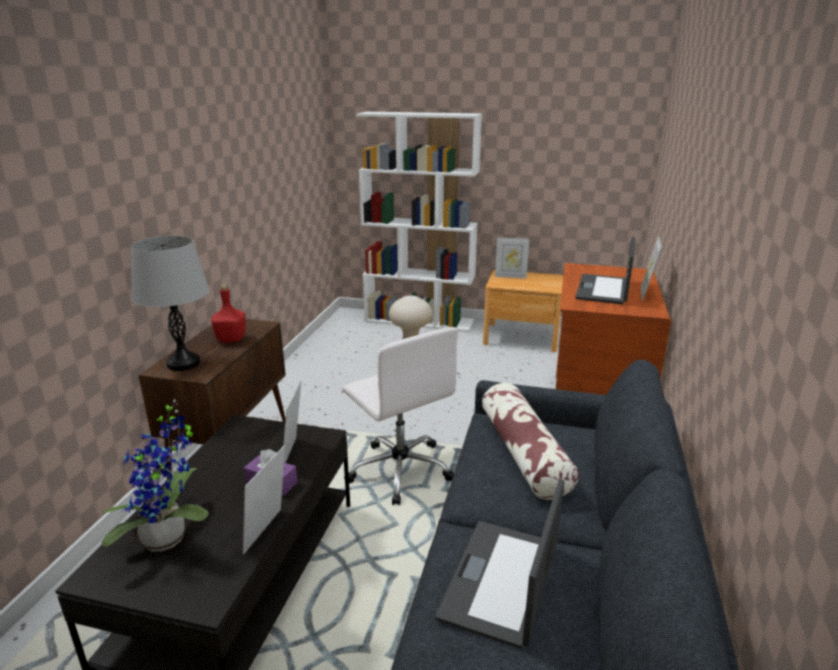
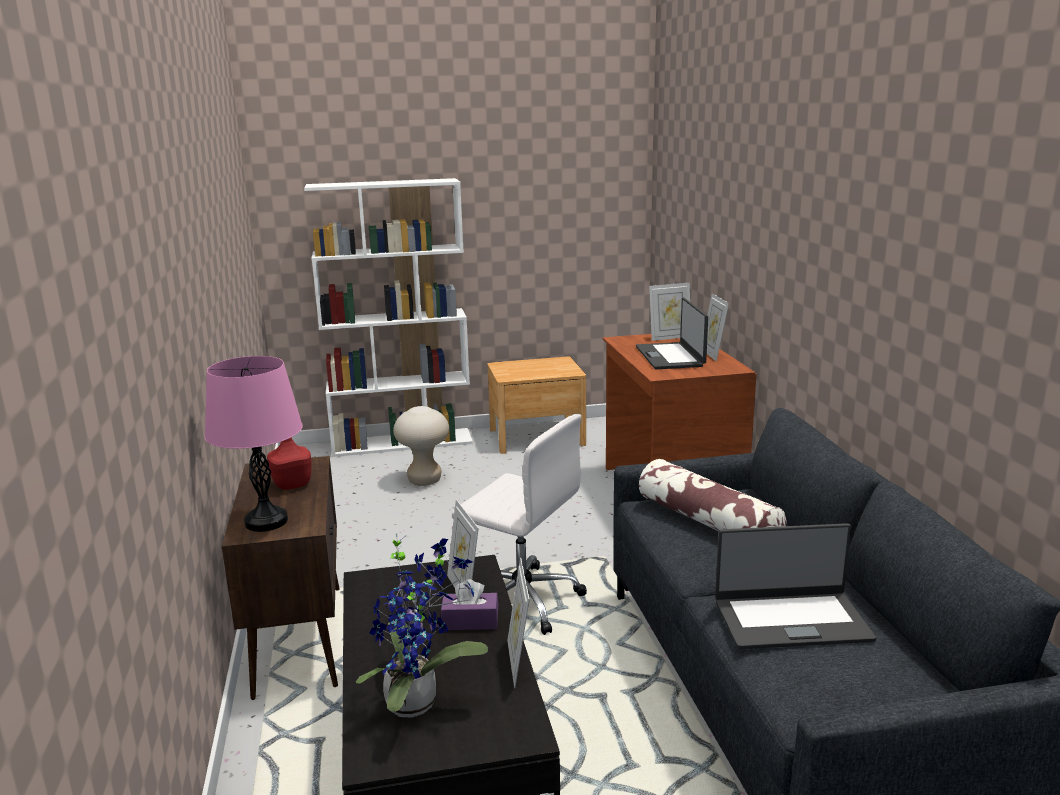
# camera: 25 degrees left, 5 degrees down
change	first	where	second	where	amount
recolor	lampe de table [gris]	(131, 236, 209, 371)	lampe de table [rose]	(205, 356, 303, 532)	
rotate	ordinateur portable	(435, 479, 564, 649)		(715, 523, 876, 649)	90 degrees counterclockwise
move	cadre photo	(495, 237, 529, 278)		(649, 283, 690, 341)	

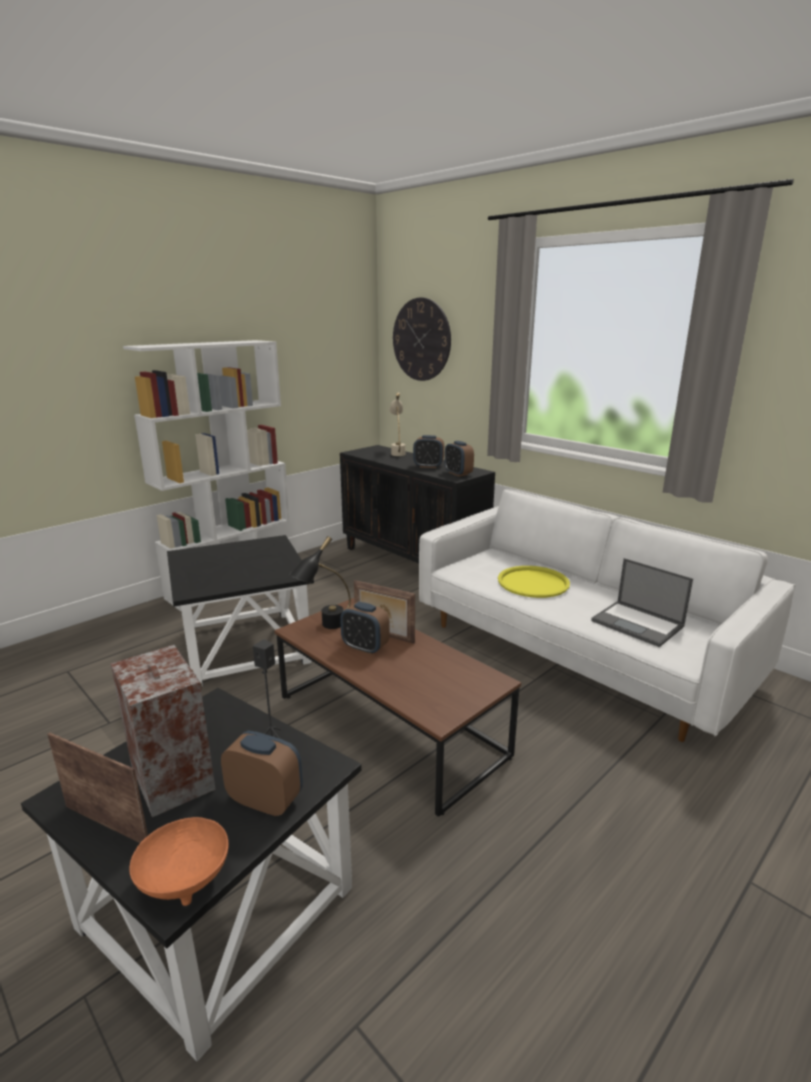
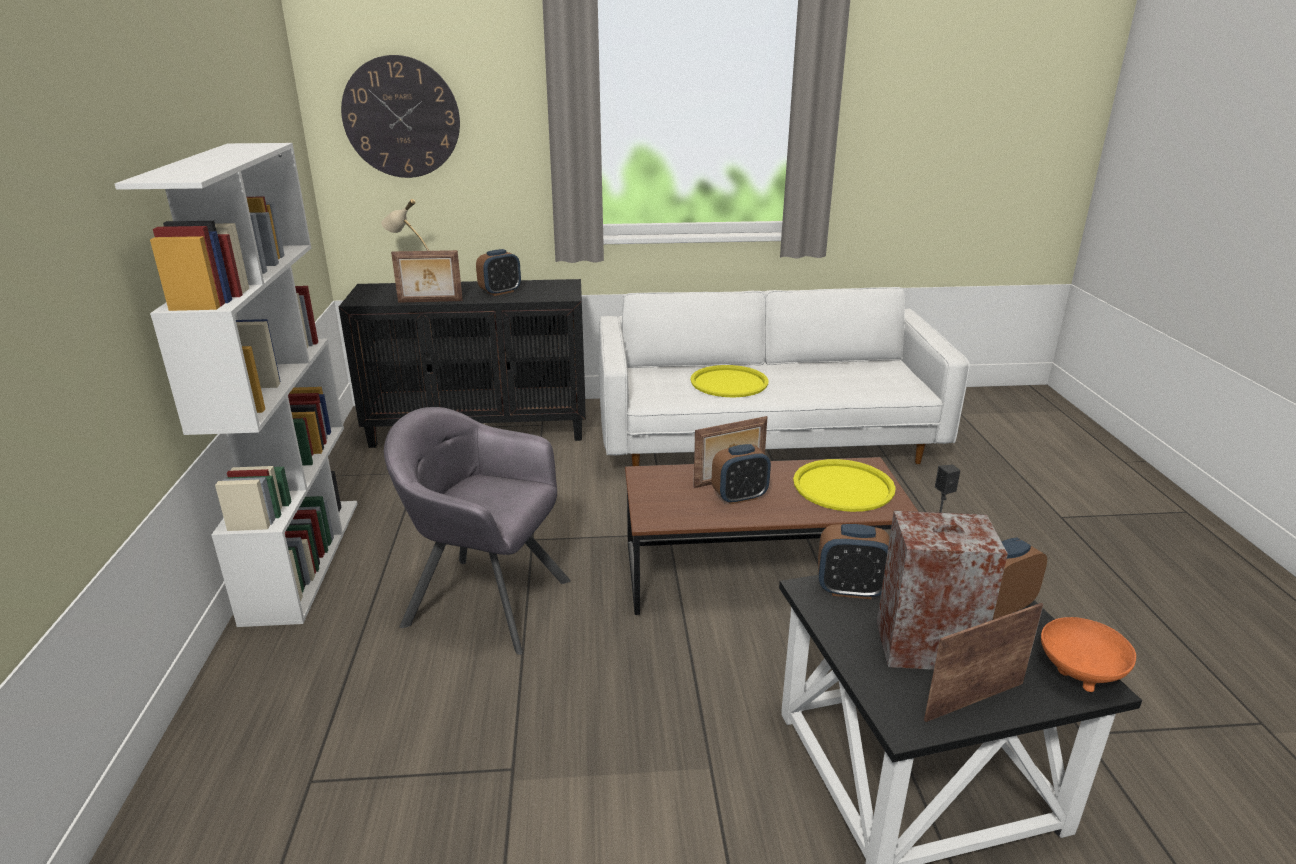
# camera: 50 degrees left, 5 degrees up
change	first	where	second	where	amount
replace	table d'appoint [noir]	(167, 535, 314, 686)	fauteuil [gris]	(384, 407, 571, 655)	
delete	lampe de table [noir]	(289, 536, 351, 629)			
move	réveil	(445, 441, 474, 476)		(818, 524, 890, 599)	
delete	ordinateur portable	(591, 558, 693, 647)			
insert			cadre photo	(391, 250, 463, 303)	
insert			plateau [jaune]	(793, 459, 896, 512)	

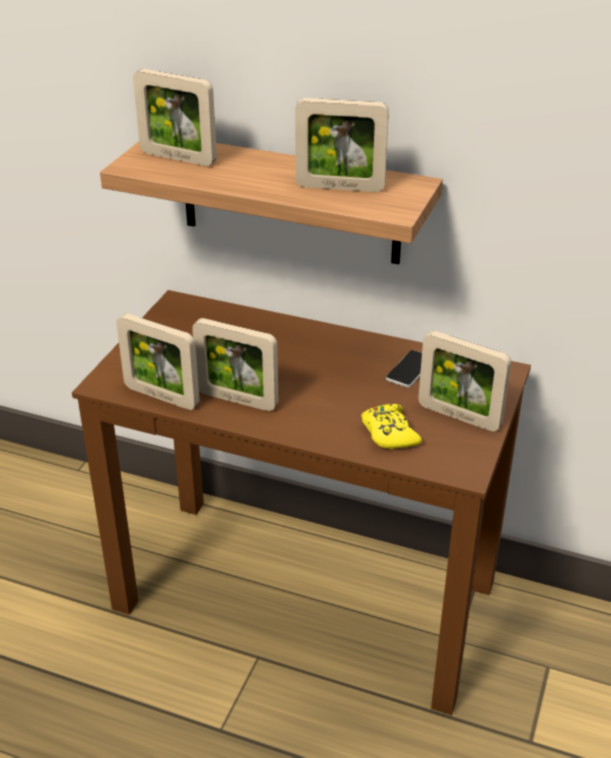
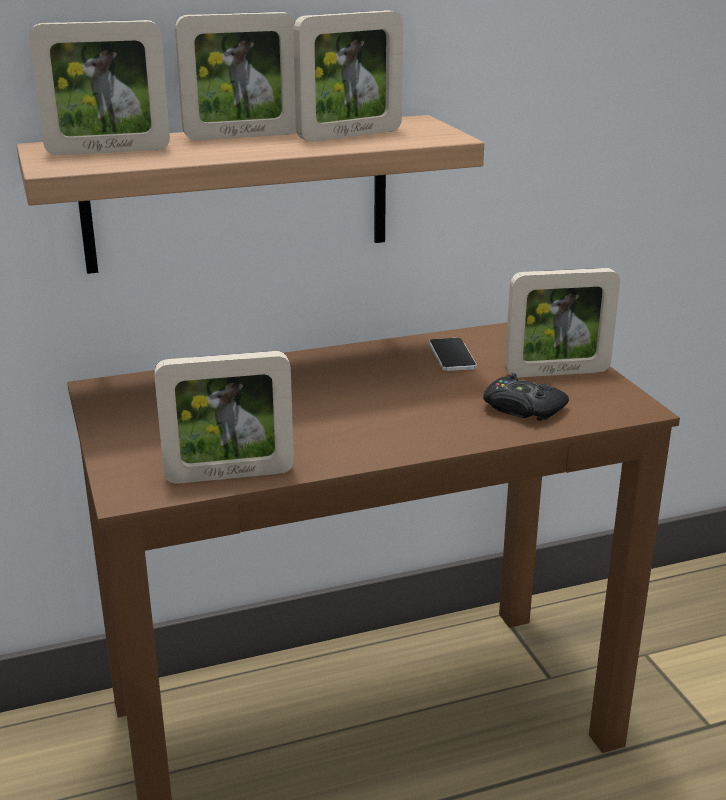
# camera: 40 degrees left, 10 degrees down
change	first	where	second	where	amount
move	cadre photo	(192, 318, 278, 411)		(175, 12, 296, 141)	
recolor	manette [jaune]	(361, 404, 422, 449)	manette [noir]	(483, 373, 569, 421)	

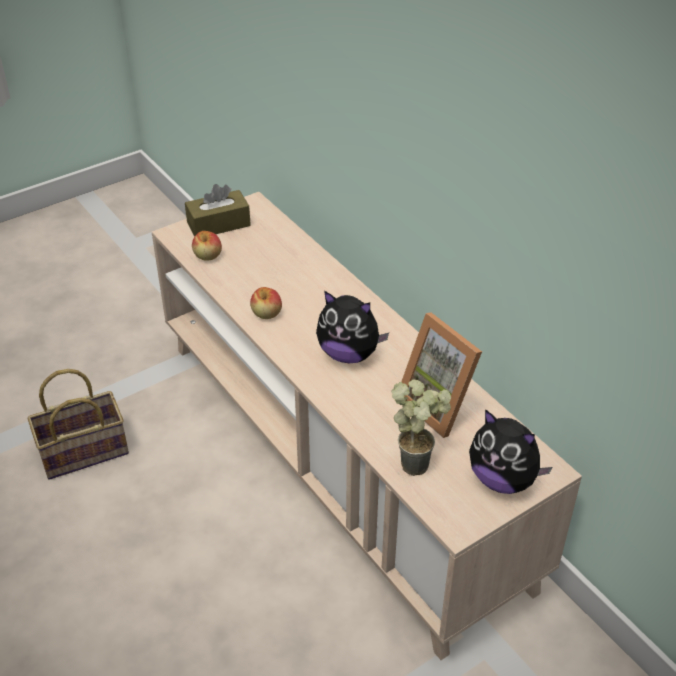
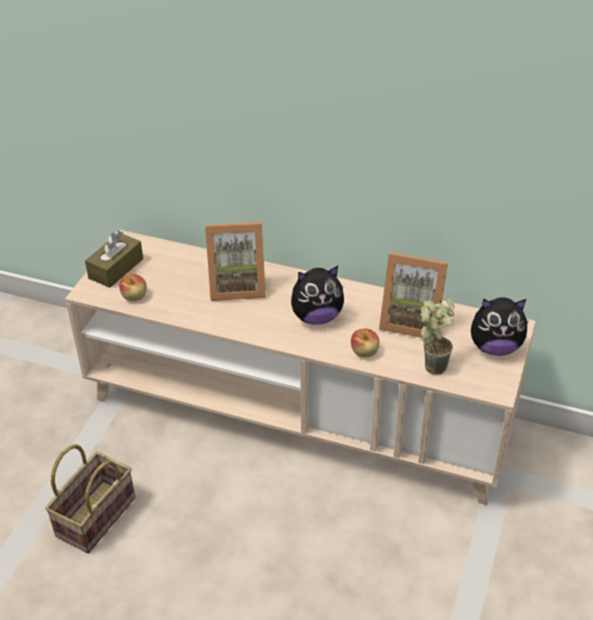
# camera: 35 degrees left, 0 degrees up
change	first	where	second	where	amount
move	pomme	(250, 287, 282, 319)		(351, 329, 379, 357)	
insert			cadre photo	(205, 222, 266, 301)	

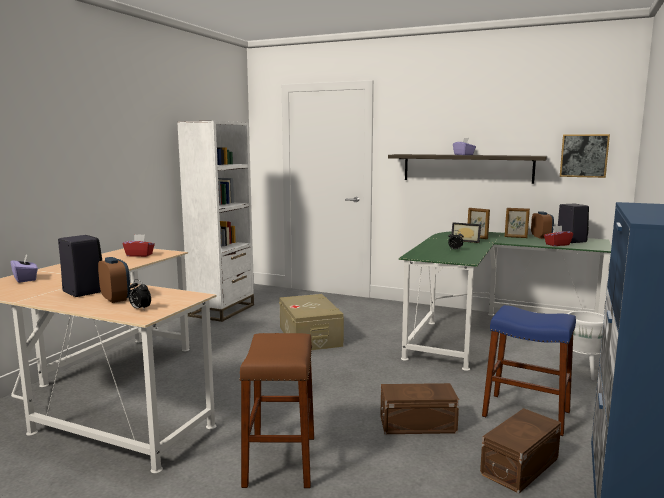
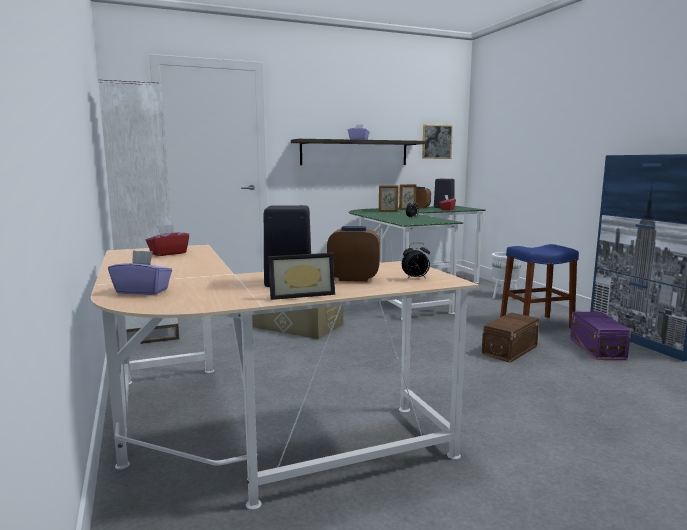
# camera: 45 degrees left, 0 degrees up
change	first	where	second	where	amount
delete	tabouret [marron]	(239, 333, 314, 488)			
move	cadre photo	(452, 222, 481, 243)		(268, 253, 335, 300)	
recolor	boîte de rangement [marron]	(480, 408, 561, 493)	boîte de rangement [violet]	(570, 312, 631, 360)	

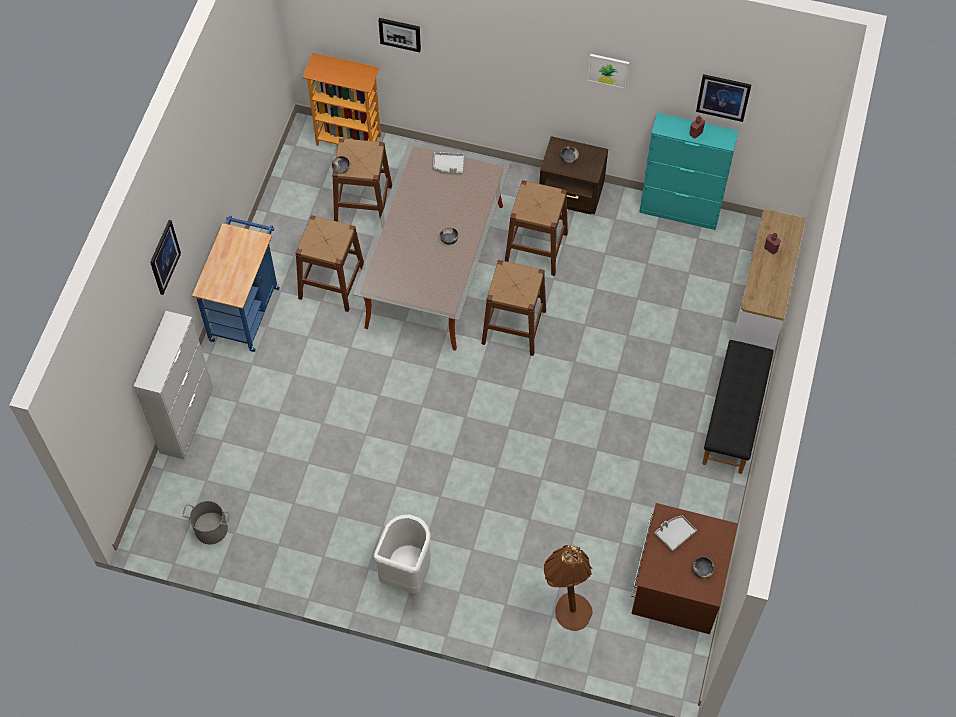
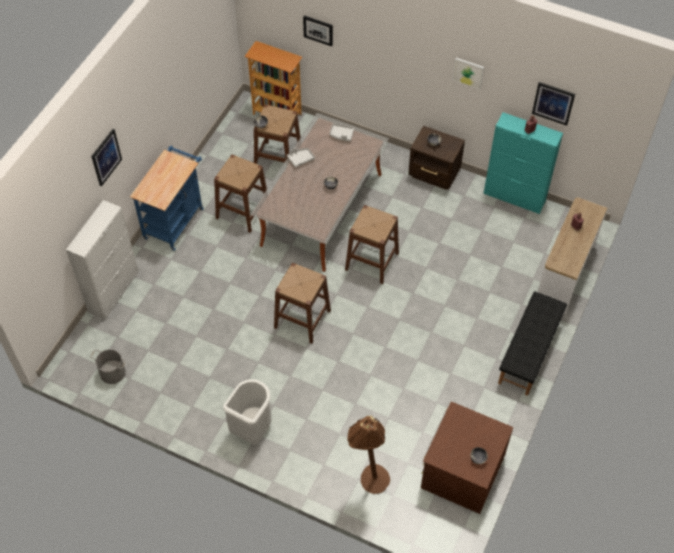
# camera: 10 degrees right, 5 degrees down
change	first	where	second	where	amount
move	tabouret [marron]	(505, 180, 568, 276)		(274, 263, 331, 344)	
move	plateau [gris]	(655, 516, 697, 551)		(287, 148, 315, 168)	

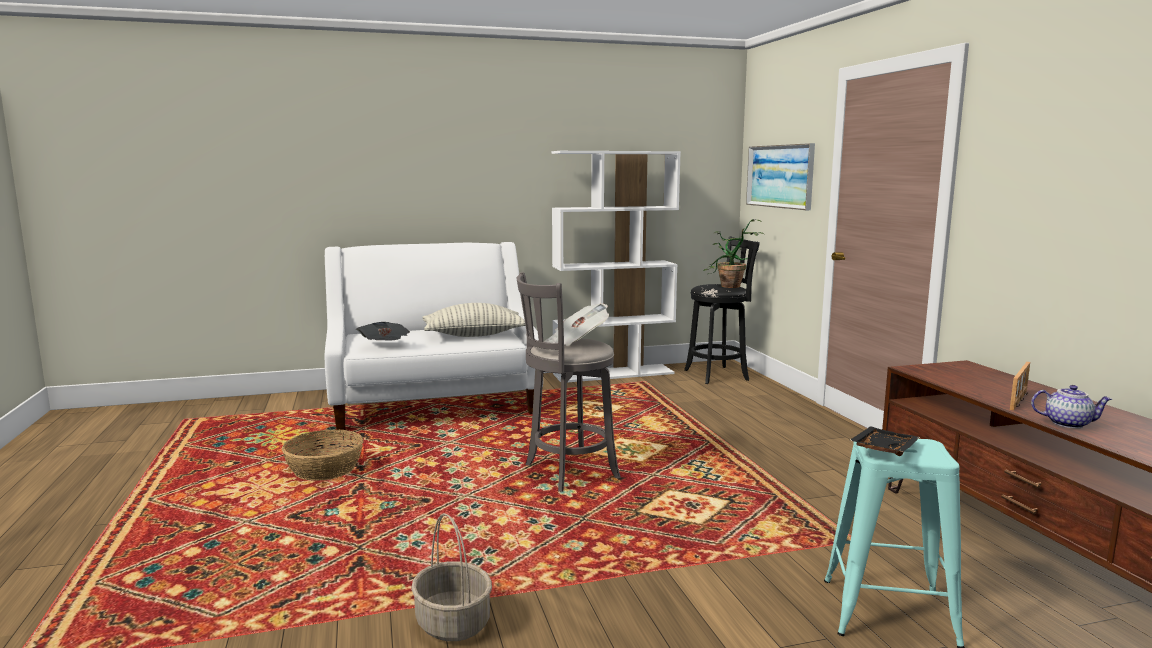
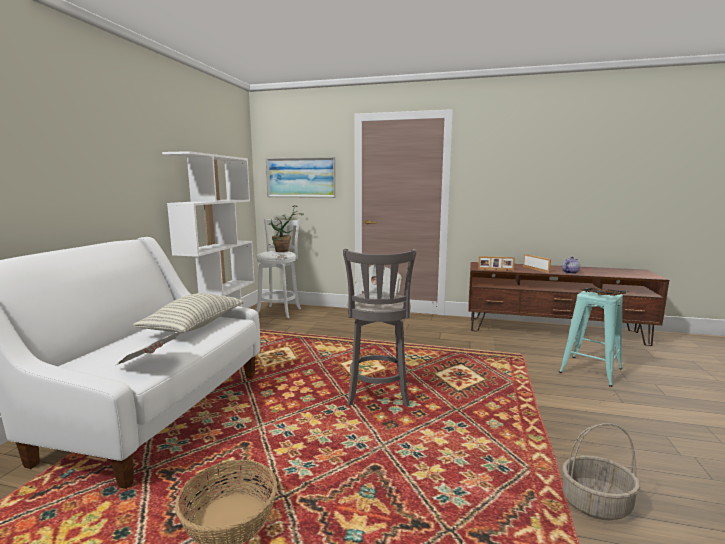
# camera: 60 degrees left, 0 degrees up
change	first	where	second	where	amount
recolor	tabouret [noir]	(684, 237, 760, 384)	tabouret [blanc]	(256, 219, 301, 318)	
insert			cadre photo	(478, 256, 515, 271)	

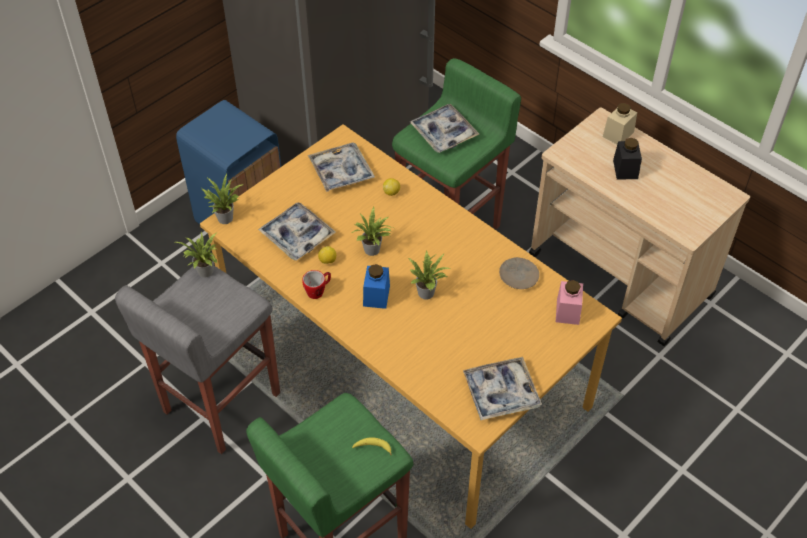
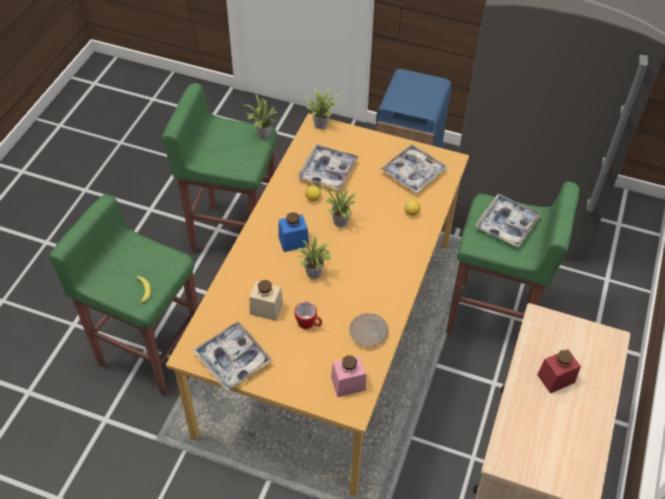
# camera: 65 degrees right, 0 degrees up
change	first	where	second	where	amount
recolor	tabouret [gris]	(115, 266, 280, 454)	tabouret [vert]	(162, 83, 278, 253)	
move	mug	(302, 270, 331, 299)		(295, 301, 322, 329)	
move	bocal [beige]	(603, 103, 637, 144)		(249, 280, 283, 321)	
recolor	bocal [noir]	(613, 138, 642, 179)	bocal [rouge]	(537, 349, 581, 394)	

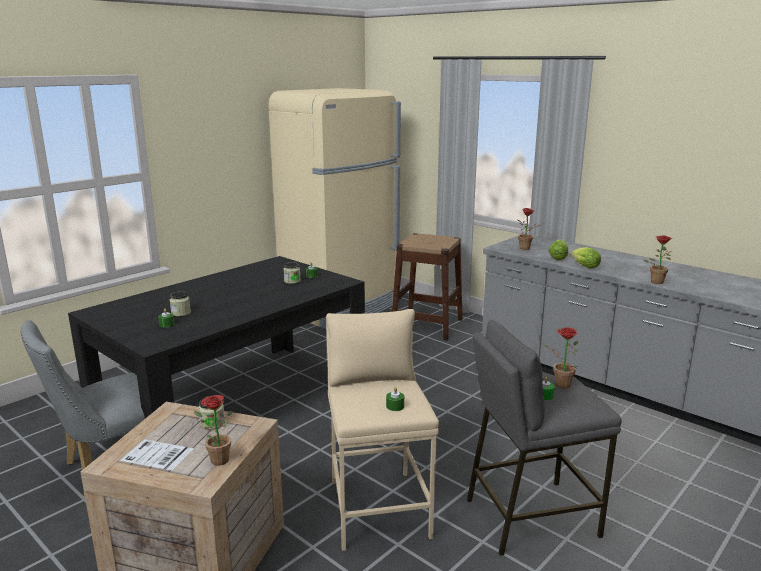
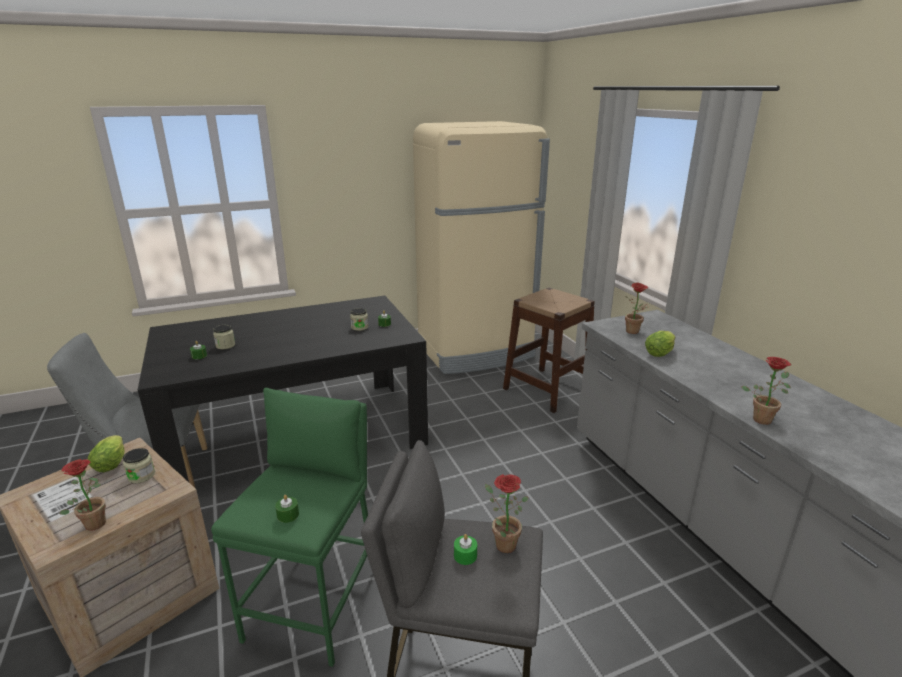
# camera: 25 degrees right, 5 degrees up
change	first	where	second	where	amount
recolor	tabouret [beige]	(326, 309, 439, 551)	tabouret [vert]	(211, 388, 368, 667)	
move	laitue	(571, 247, 601, 268)		(88, 435, 125, 472)	

